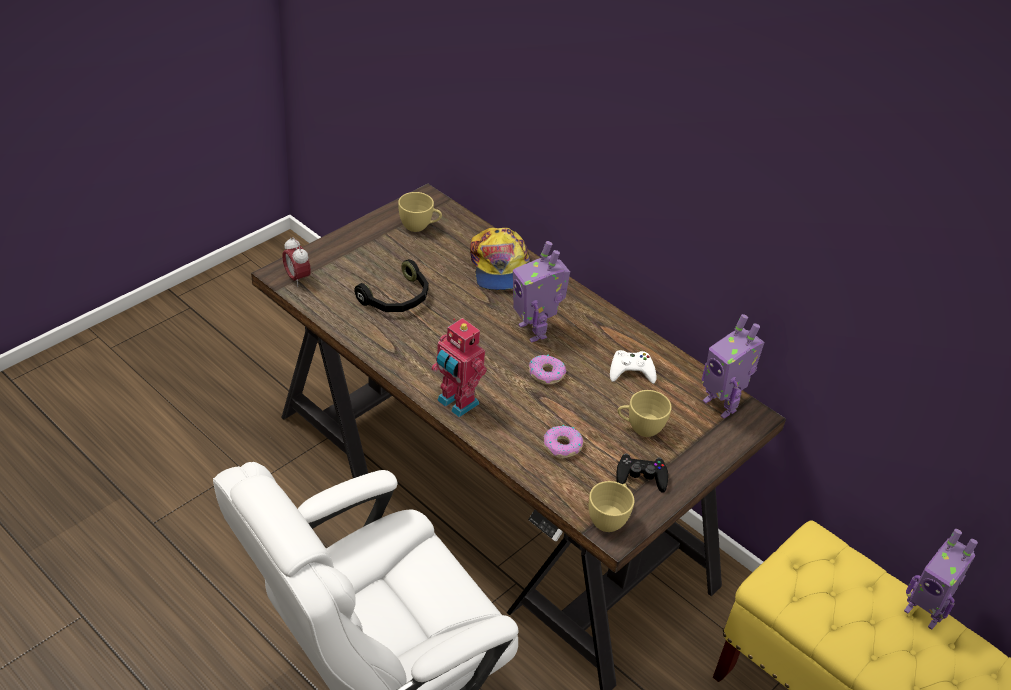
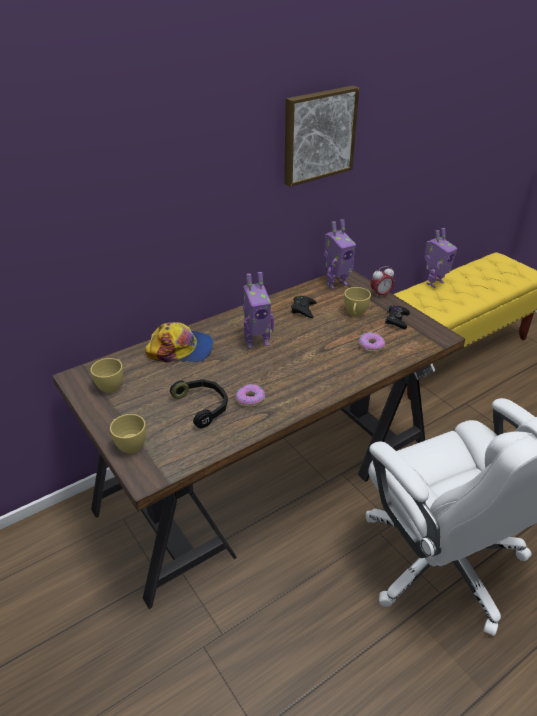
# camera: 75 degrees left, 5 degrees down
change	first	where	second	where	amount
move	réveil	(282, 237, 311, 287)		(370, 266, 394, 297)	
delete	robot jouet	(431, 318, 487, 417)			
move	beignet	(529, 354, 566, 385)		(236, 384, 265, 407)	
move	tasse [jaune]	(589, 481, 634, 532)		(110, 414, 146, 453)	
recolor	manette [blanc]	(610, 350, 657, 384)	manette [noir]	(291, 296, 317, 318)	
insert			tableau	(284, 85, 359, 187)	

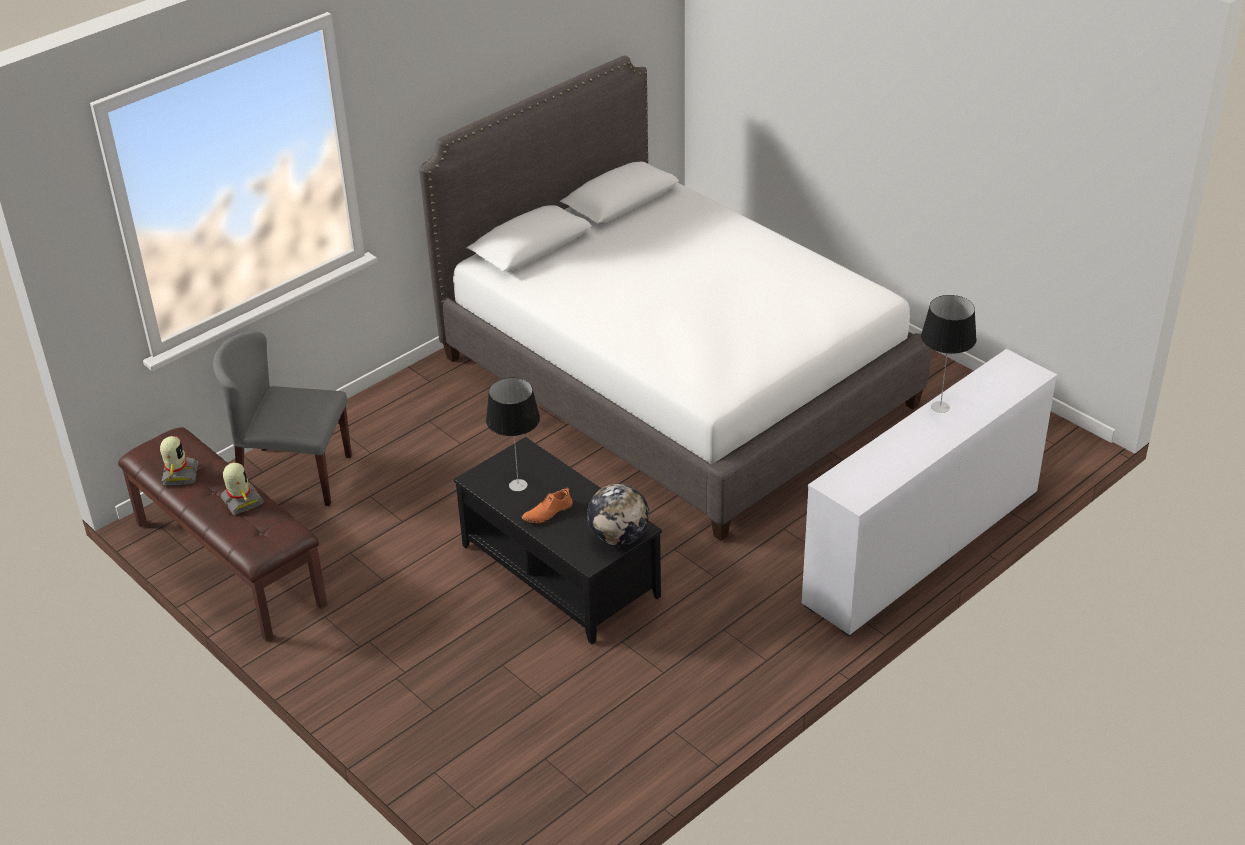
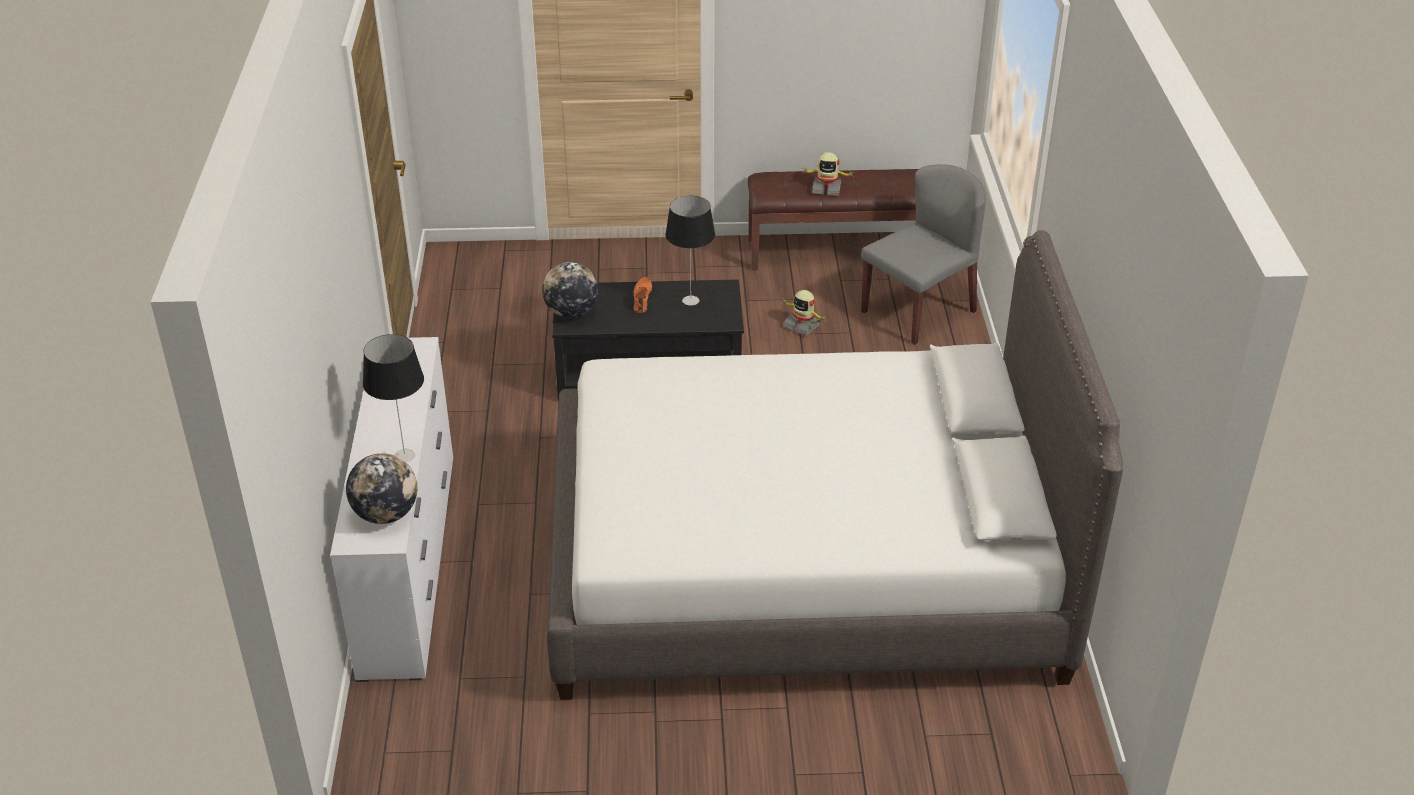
# camera: 130 degrees right, 0 degrees up
change	first	where	second	where	amount
move	robot jouet	(160, 436, 199, 485)		(782, 290, 826, 336)	
insert			globe	(346, 453, 417, 524)	

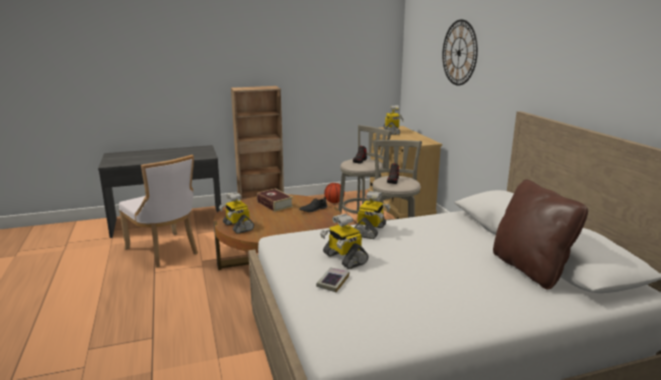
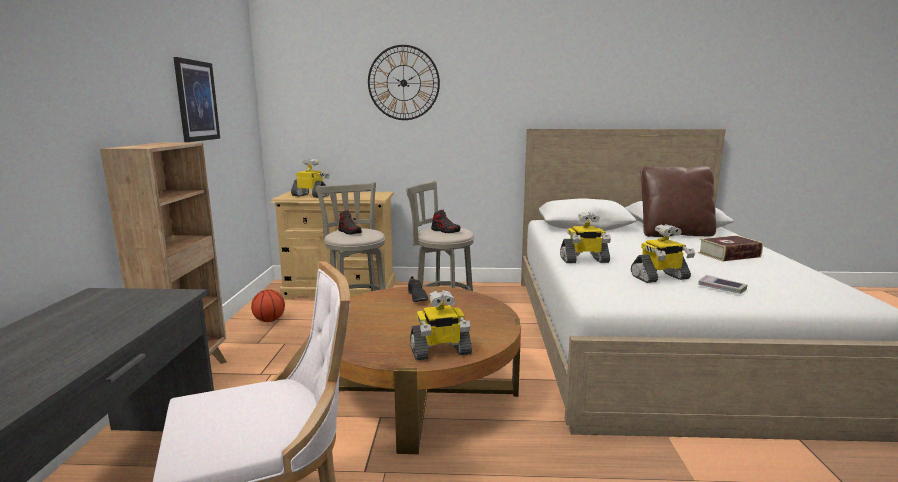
# camera: 70 degrees left, 5 degrees down
change	first	where	second	where	amount
move	livre	(257, 188, 293, 212)		(698, 235, 763, 261)	
rotate	robot jouet	(354, 191, 391, 239)		(560, 212, 611, 263)	135 degrees clockwise
insert			tableau	(173, 57, 220, 142)	

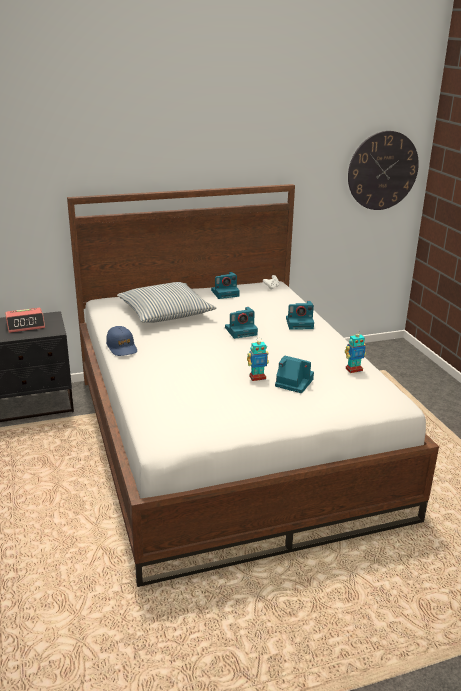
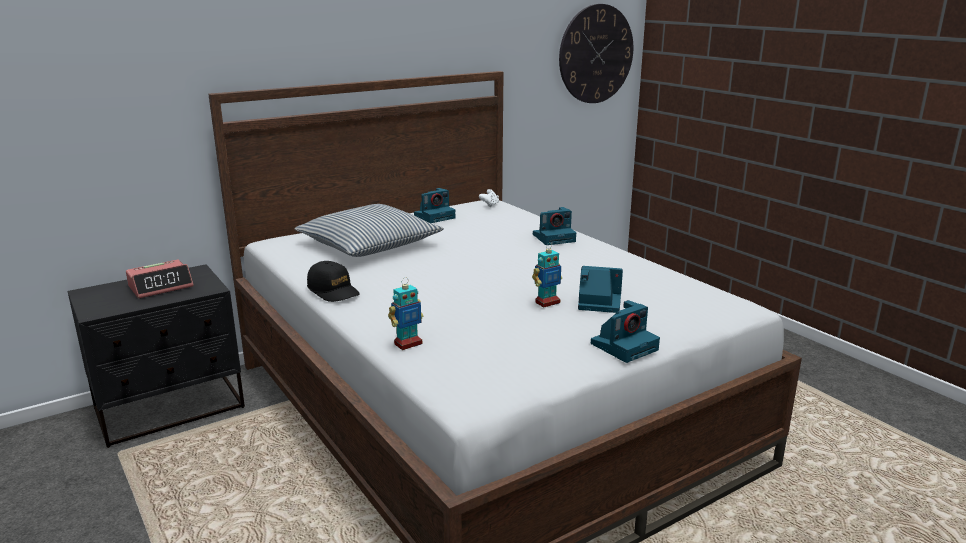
# camera: 15 degrees left, 5 degrees down
change	first	where	second	where	amount
recolor	casquette [bleu]	(106, 326, 137, 356)	casquette [noir]	(307, 261, 360, 302)	
move	appareil photo	(225, 307, 258, 339)		(591, 300, 660, 363)	
move	robot jouet	(345, 330, 366, 373)		(388, 277, 424, 350)	

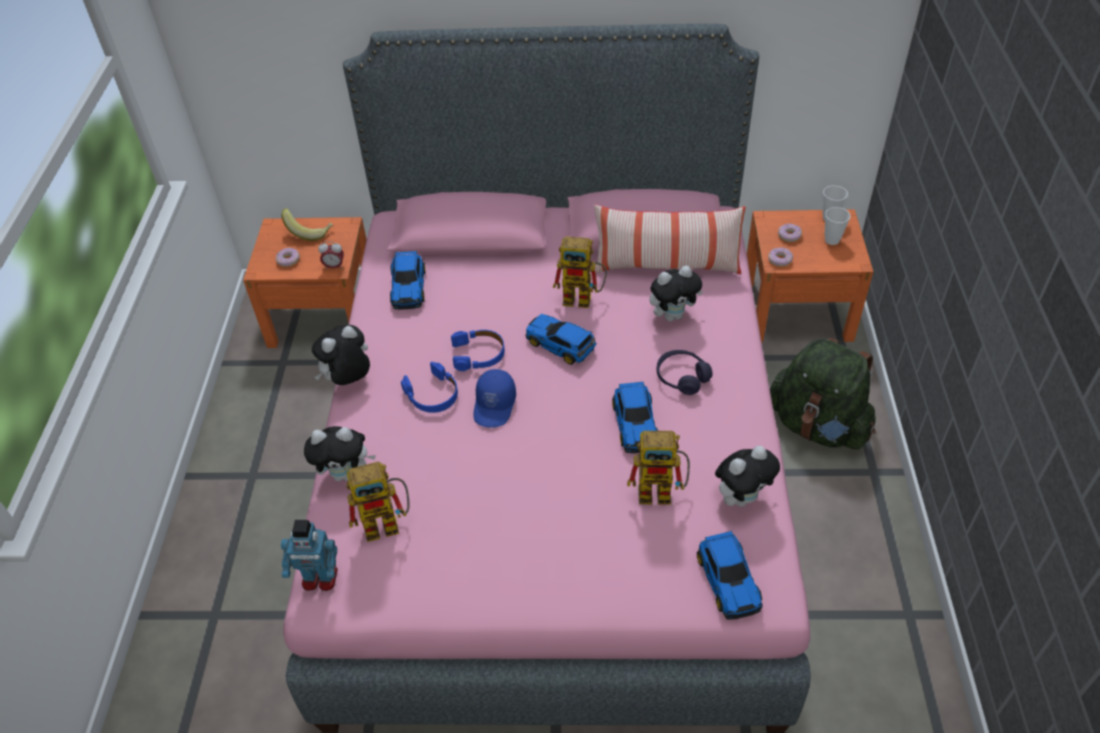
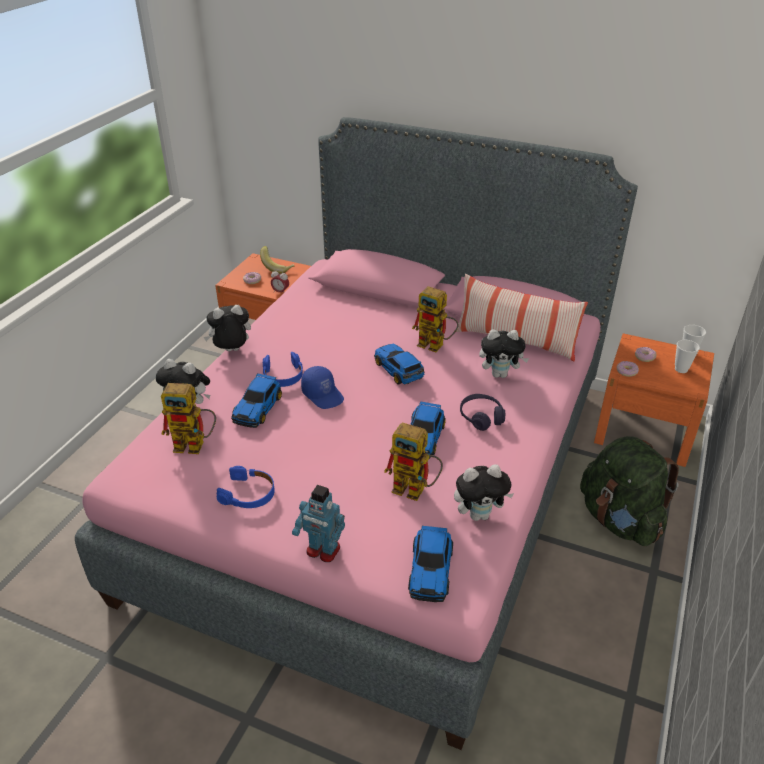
# camera: 20 degrees right, 10 degrees down
change	first	where	second	where	amount
move	robot jouet	(281, 520, 338, 591)		(292, 485, 345, 562)	
move	petite voiture	(390, 251, 426, 310)		(231, 373, 282, 428)	
move	casque audio [bleu]	(451, 330, 505, 371)		(217, 466, 275, 508)	
rotate	casquette [bleu]	(473, 369, 516, 428)		(301, 366, 344, 409)	75 degrees counterclockwise

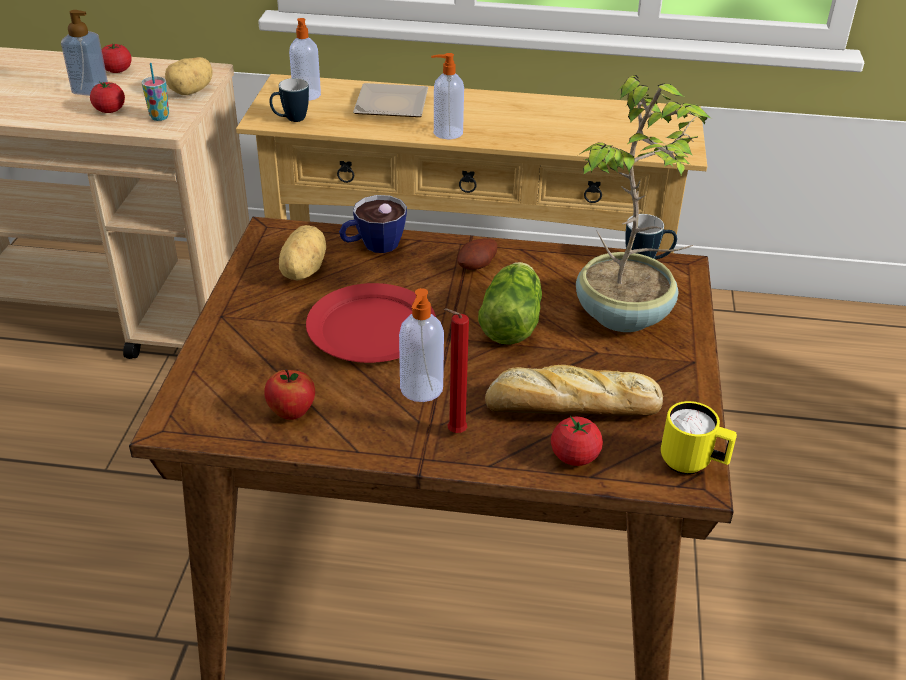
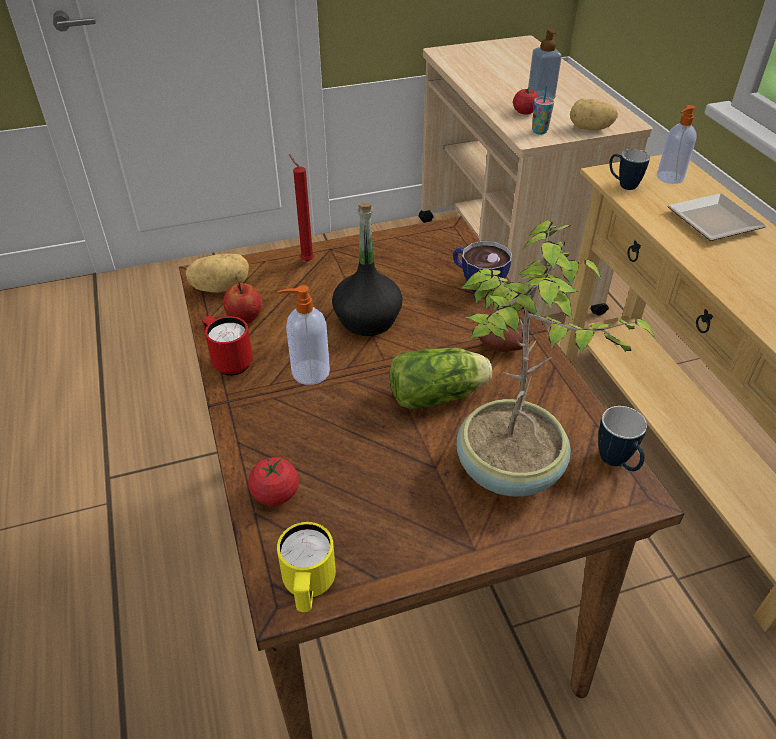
# camera: 65 degrees right, 5 degrees up
change	first	where	second	where	amount
delete	tomate	(102, 44, 132, 73)			
move	pomme de terre	(279, 225, 326, 280)		(186, 254, 249, 293)	
replace	assiette [rouge]	(306, 283, 436, 363)	bouteille [noir]	(332, 202, 403, 336)	
delete	distributeur de savon	(431, 53, 464, 139)			
move	bougie [rouge]	(444, 308, 469, 433)		(289, 154, 314, 261)	
delete	pain	(485, 365, 663, 416)			
insert			mug [rouge]	(202, 316, 253, 376)	

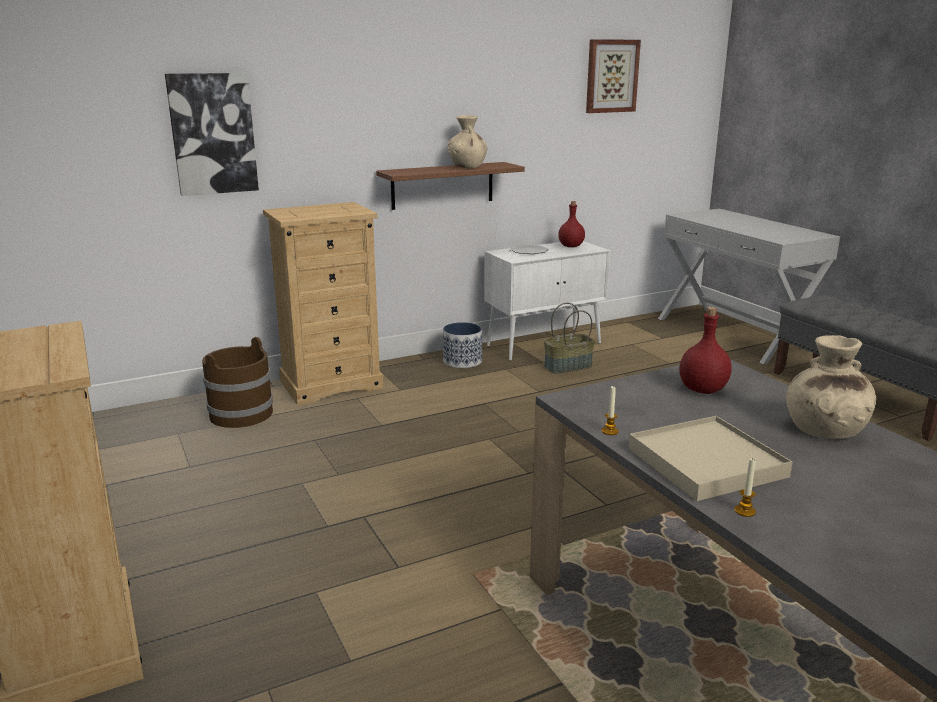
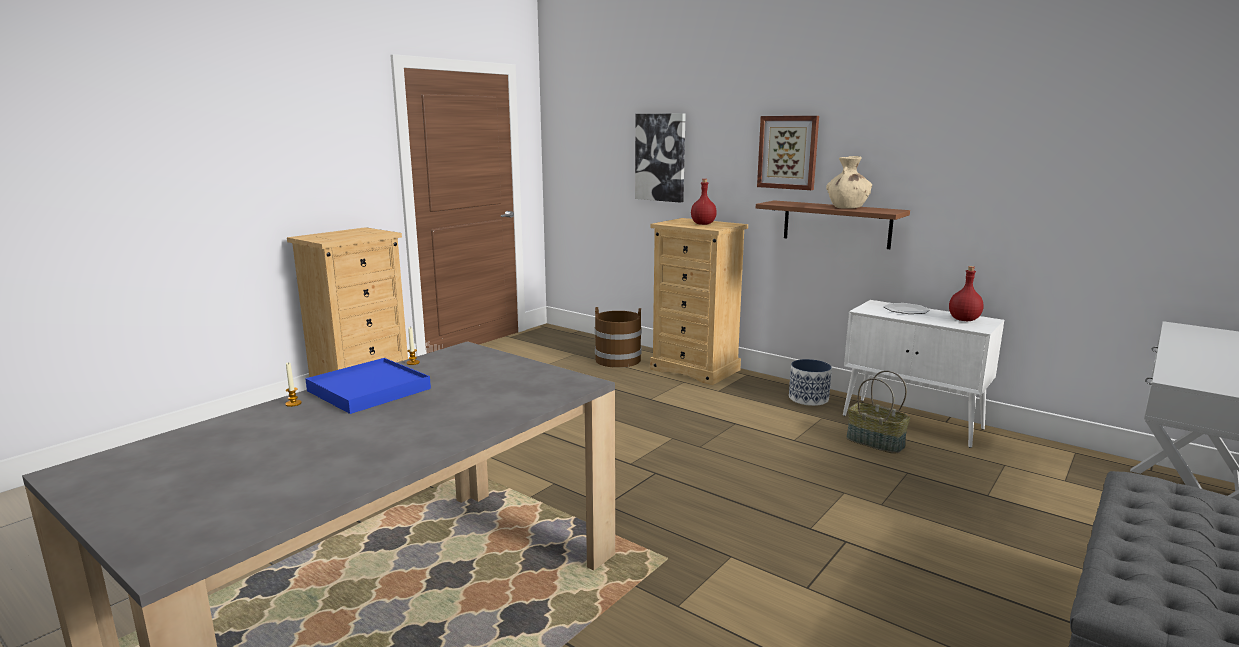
# camera: 65 degrees right, 5 degrees down
change	first	where	second	where	amount
move	tableau	(586, 39, 641, 113)		(757, 116, 819, 190)	
recolor	plateau [beige]	(629, 416, 793, 501)	plateau [bleu]	(305, 358, 431, 414)	
move	bouteille [rouge]	(679, 307, 731, 394)		(691, 179, 717, 225)	
delete	vase [beige]	(786, 335, 876, 439)			

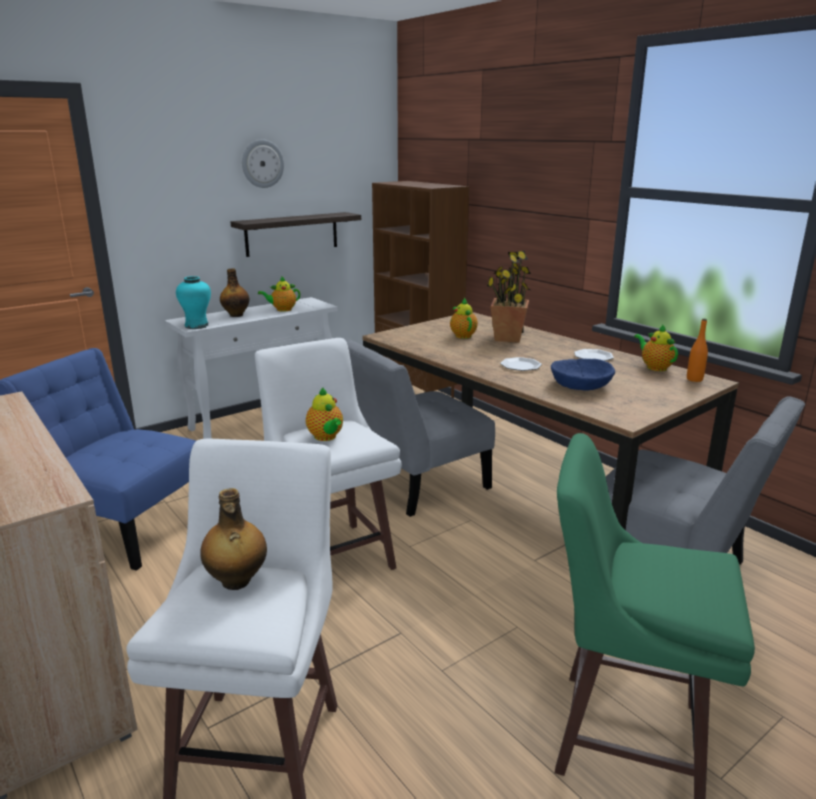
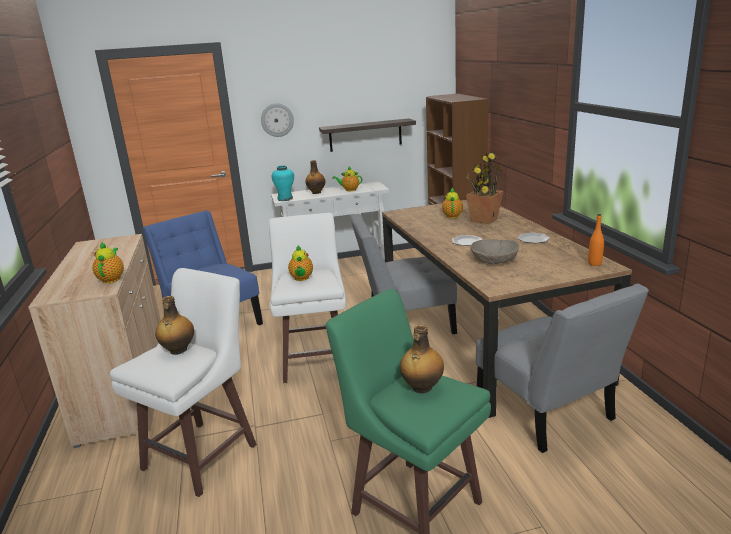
# camera: 25 degrees right, 0 degrees up
change	first	where	second	where	amount
move	horloge murale	(242, 139, 284, 188)		(261, 103, 294, 137)	
recolor	bol [bleu]	(551, 359, 615, 391)	bol [beige]	(470, 239, 519, 264)	
move	théière	(634, 324, 678, 371)		(92, 241, 124, 284)	
insert			bouteille	(400, 325, 444, 394)	

